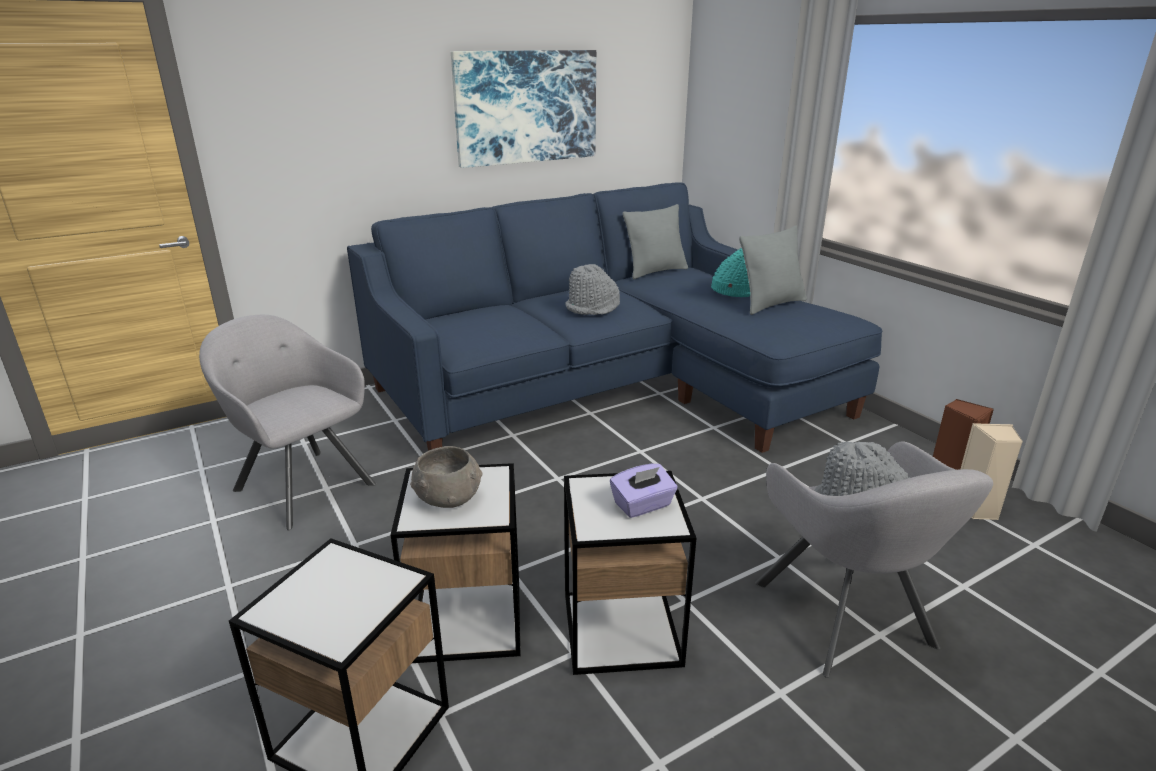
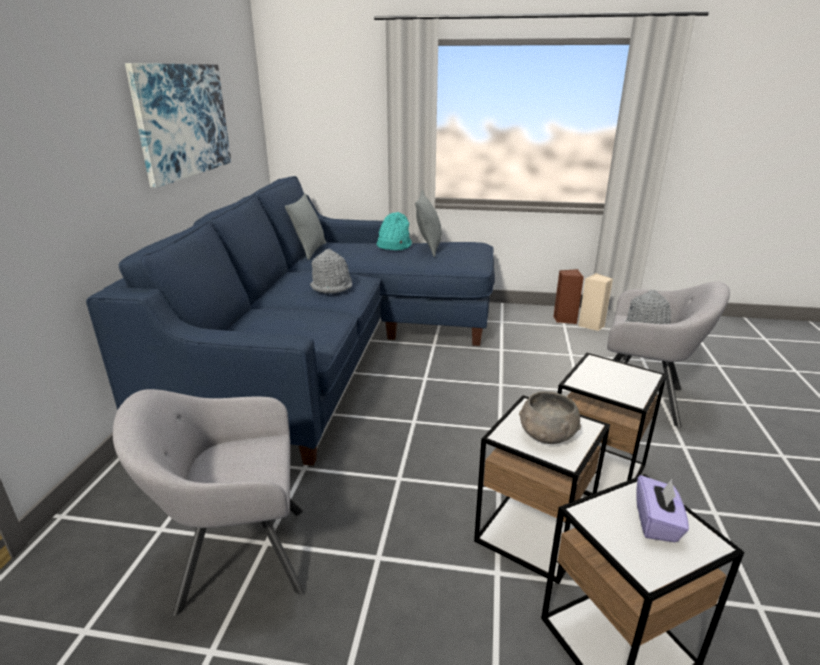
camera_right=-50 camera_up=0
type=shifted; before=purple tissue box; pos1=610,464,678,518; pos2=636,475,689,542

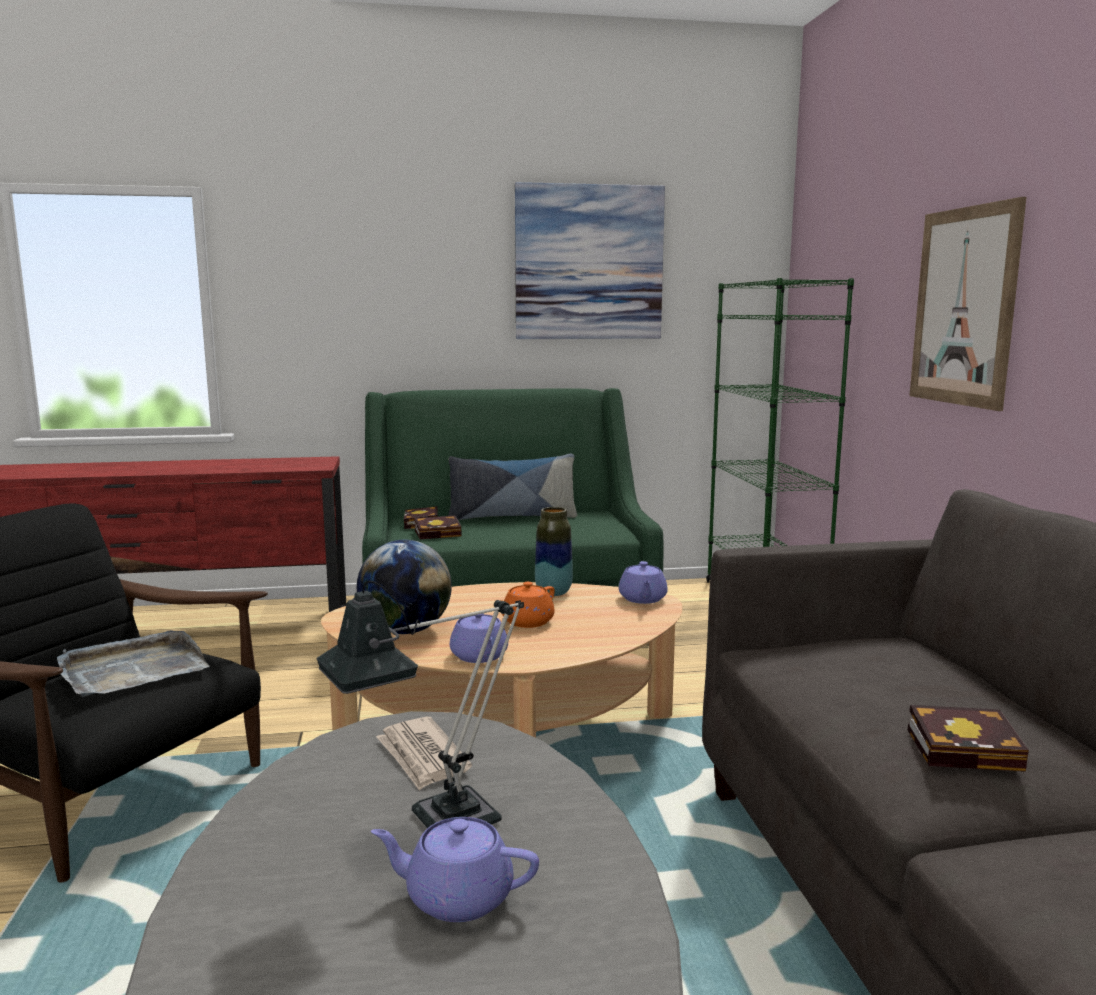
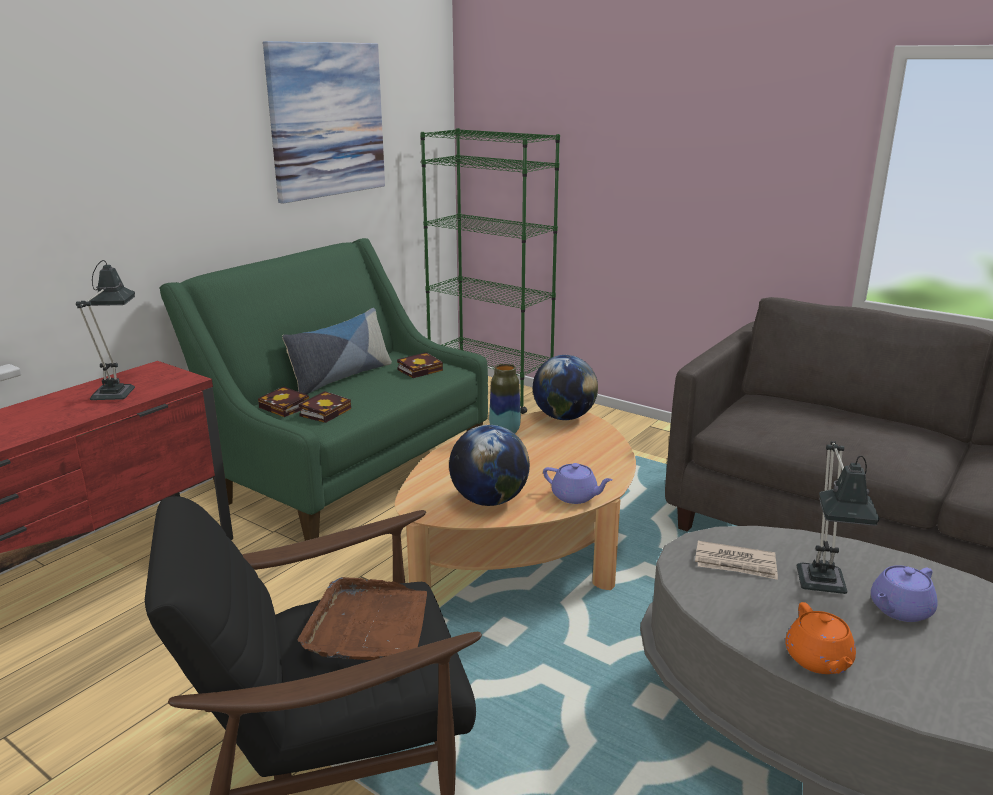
camera_right=-45 camera_up=10
type=new; after=table lamp; pos2=76,260,135,400
type=repainted; before=grey tray; after=brown tray; pos1=57,630,209,697; pos2=297,577,427,660
type=shifted; before=book; pos1=908,705,1029,772; pos2=397,352,443,378
type=swapped; before=purple teapot; after=globe; pos1=619,561,668,604; pos2=533,355,598,420
type=shifted; before=orange teapot; pos1=501,582,555,628; pos2=785,602,856,674
type=gone; before=picture; pos1=909,197,1027,411

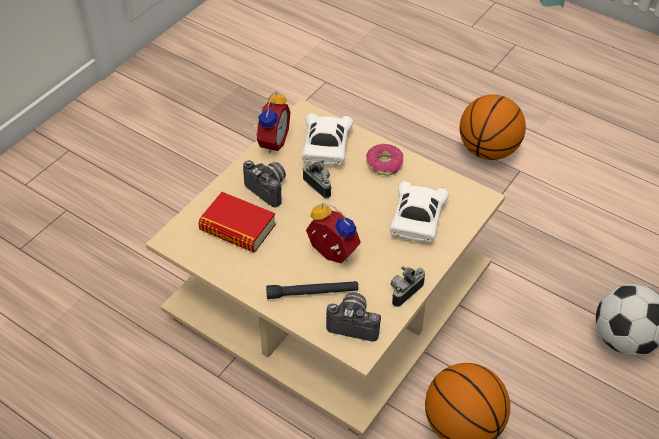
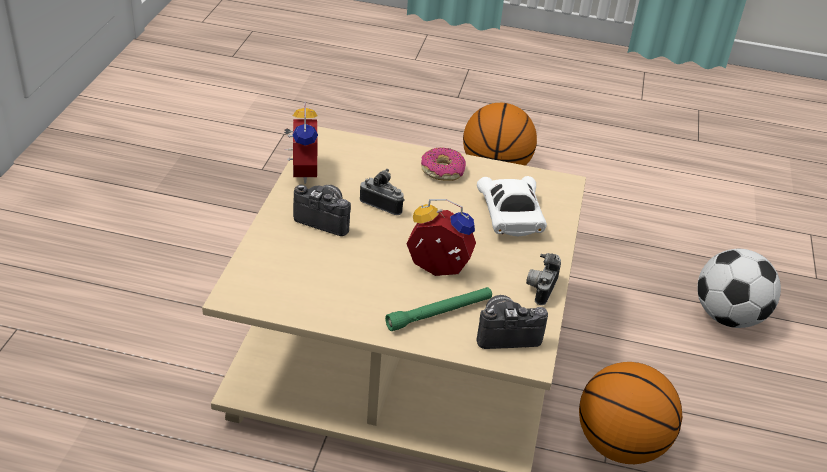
camera_right=-25 camera_up=-10
type=repainted; before=black flashlight; after=green flashlight; pos1=266,281,358,299; pos2=385,287,492,331
type=gone; before=book; pos1=198,192,276,252
type=gone; before=white toy car; pos1=302,113,353,165

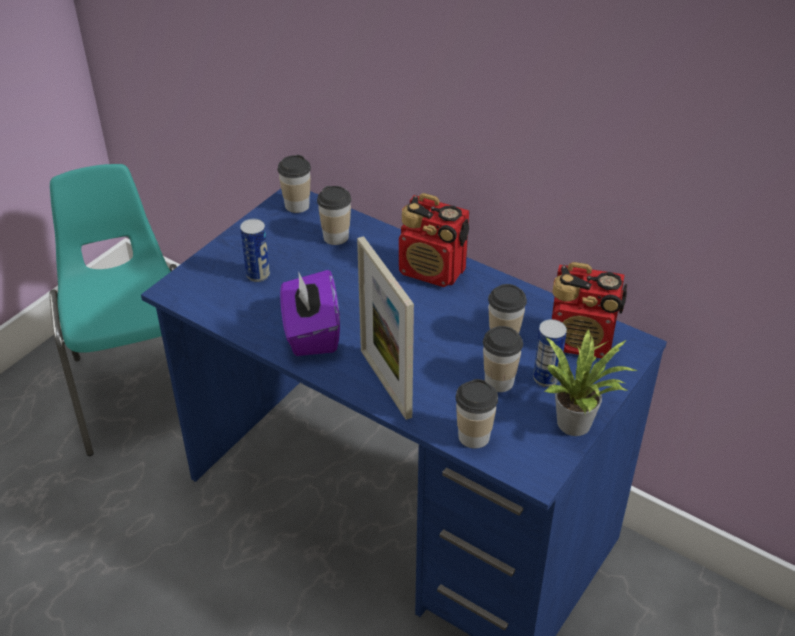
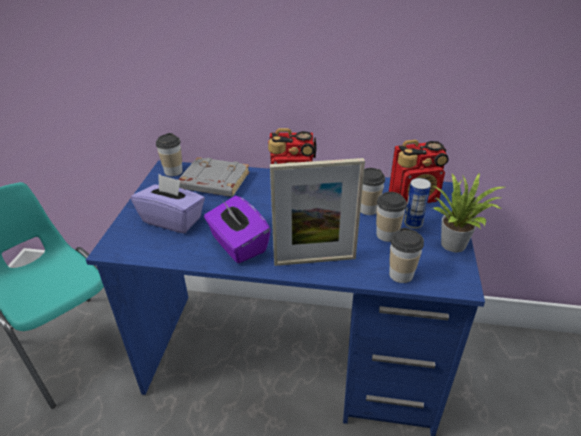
camera_right=-25 camera_up=-5
type=swapped; before=can; after=purple tissue box; pos1=240,219,270,282; pos2=131,174,205,233
type=swapped; before=cup; after=grey book; pos1=317,186,351,245; pos2=178,157,250,197
type=rotated; before=picture frame; pos1=357,236,414,420; pos2=270,158,365,266; turn=-45

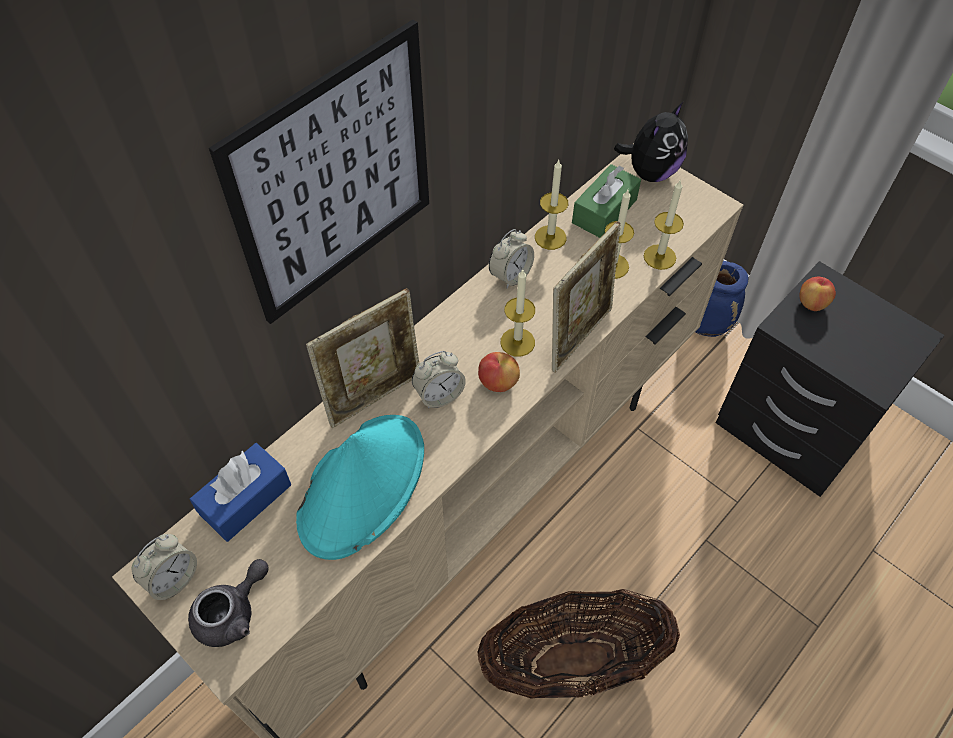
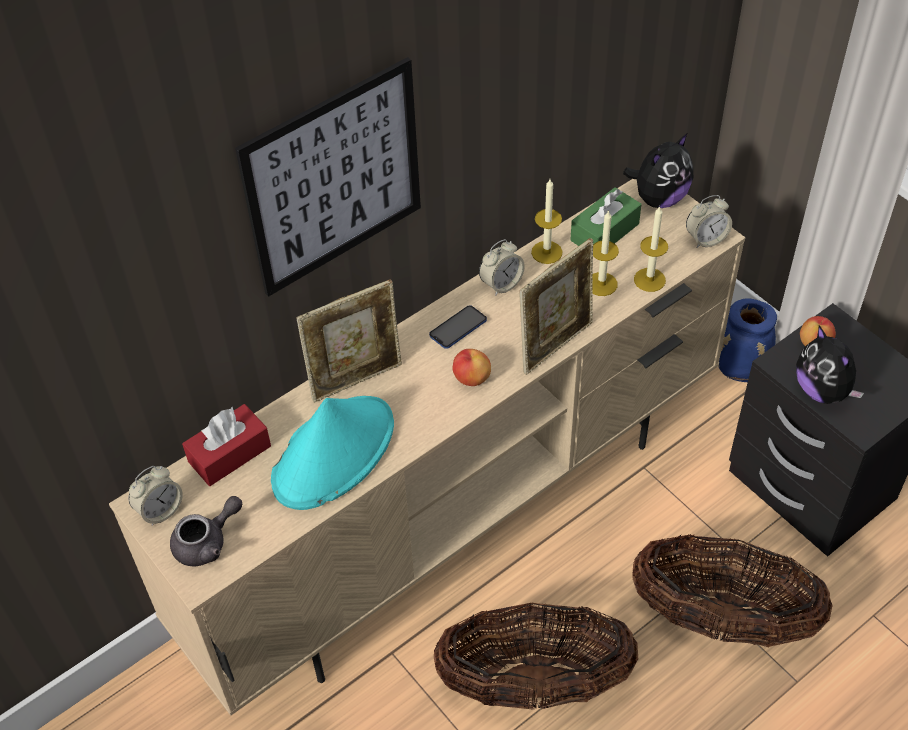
camera_right=10 camera_up=-5
type=repainted; before=blue tissue box; after=red tissue box; pos1=190,443,291,542; pos2=182,404,271,486
type=new; after=phone; pos2=429,305,487,349
type=new; after=basket; pos2=632,534,833,647
type=shifted; before=alarm clock; pos1=412,351,466,409; pos2=686,195,732,248
type=new; after=plush toy; pos2=796,326,864,404
type=gone; before=candle; pos1=501,269,535,357

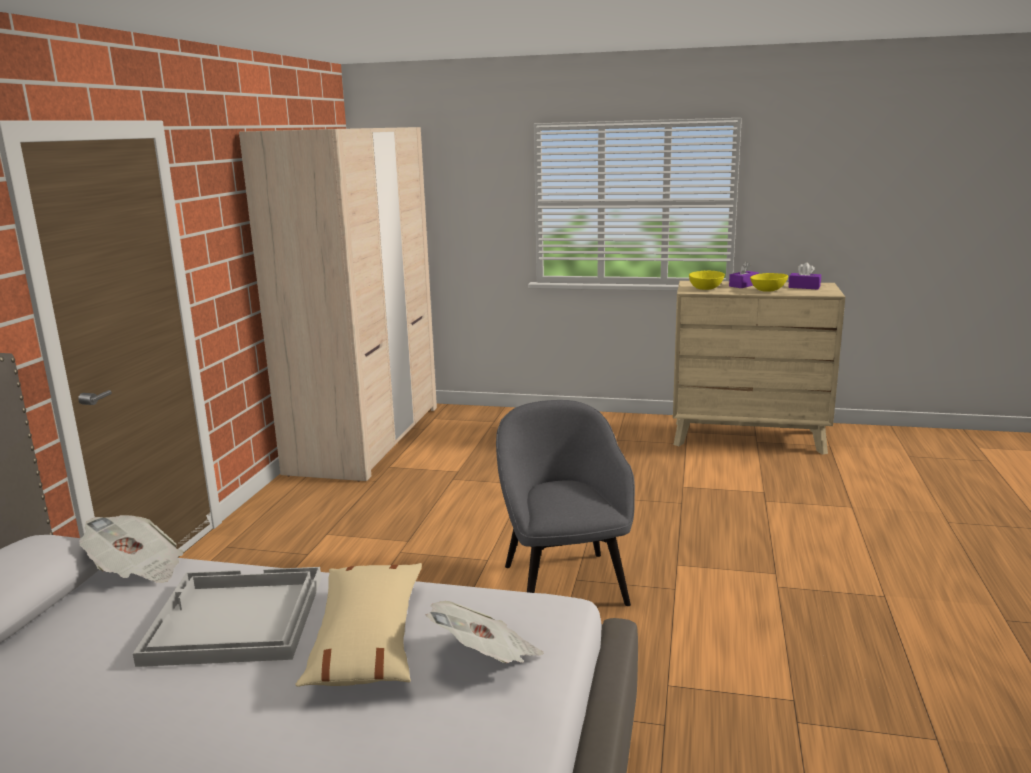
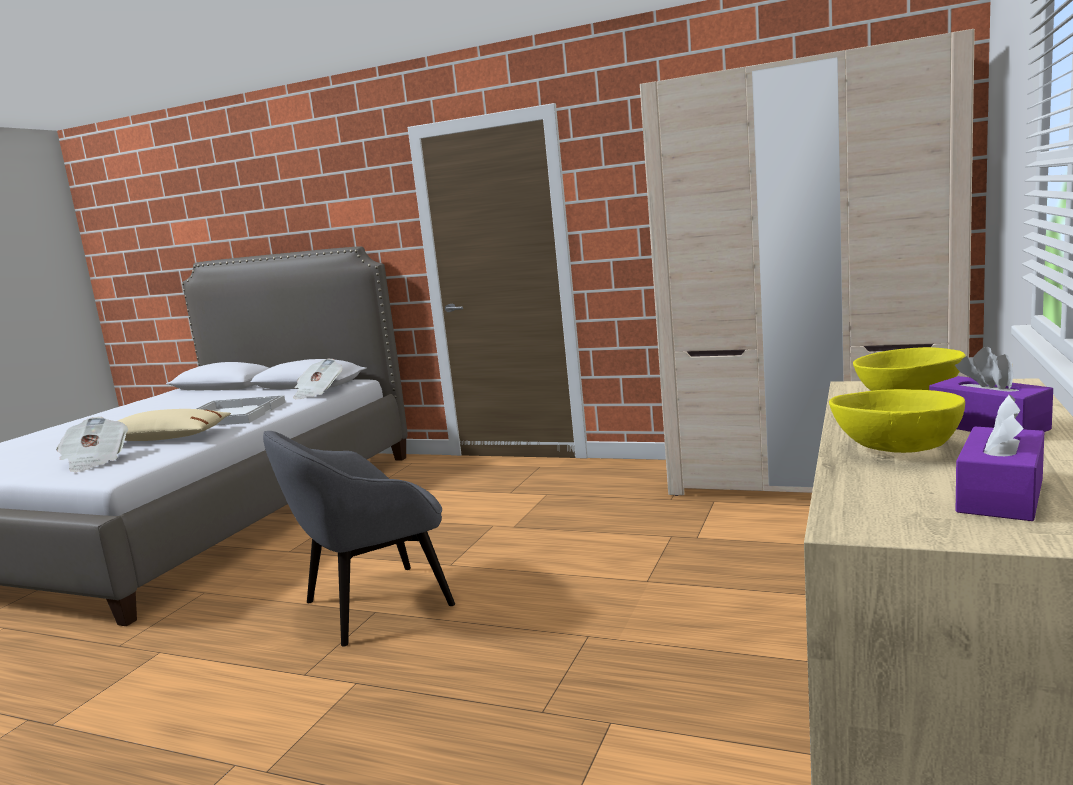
camera_right=100 camera_up=-5
type=rotated; before=grey armchair; pos1=496,400,635,606; pos2=263,431,455,647; turn=150

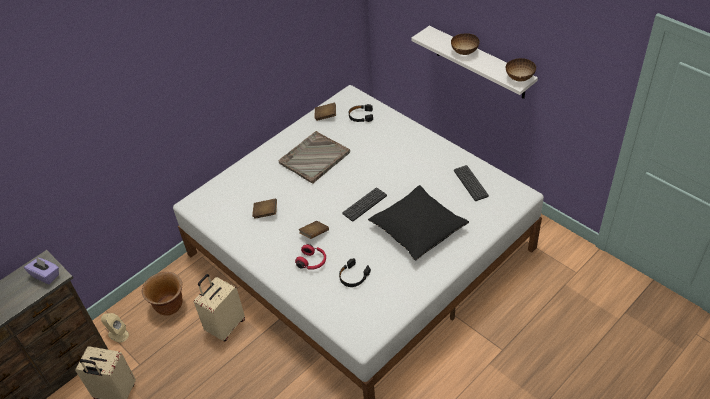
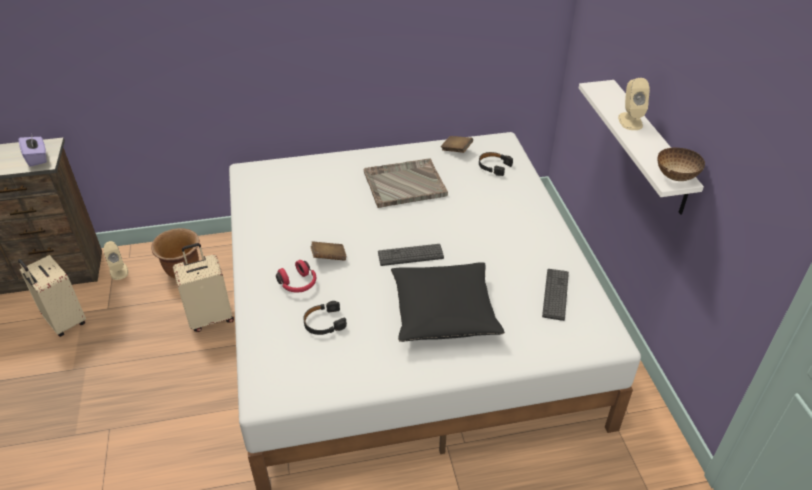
camera_right=30 camera_up=-5
type=swapped; before=bowl; after=beige speaker; pos1=451,33,479,55; pos2=618,78,650,130
type=gone; before=brown book; pos1=252,198,277,219

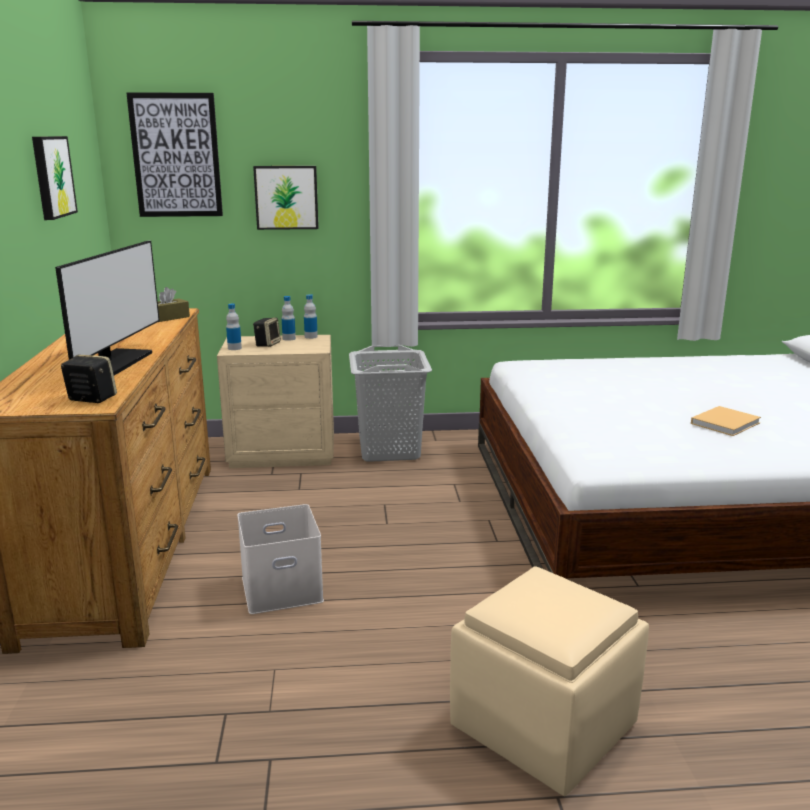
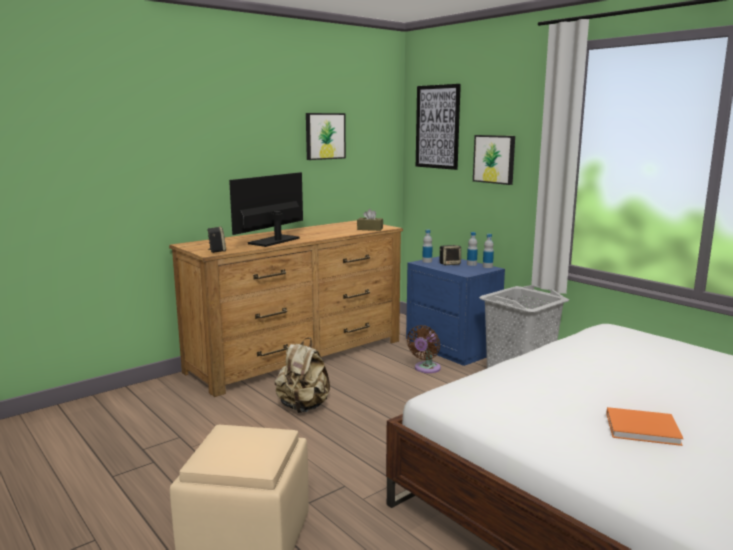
camera_right=55 camera_up=-5
type=rotated; before=monitor; pos1=55,241,160,376; pos2=229,172,303,247; turn=150
type=swapped; before=white storage box; after=beige backpack; pos1=237,504,324,614; pos2=275,337,330,413
type=repainted; before=beige nightstand; after=blue nightstand; pos1=217,335,334,468; pos2=406,256,505,366
type=new; after=brown fan; pos2=407,325,441,373
type=repainted; before=beige book; after=orange book; pos1=691,406,761,436; pos2=606,407,684,446

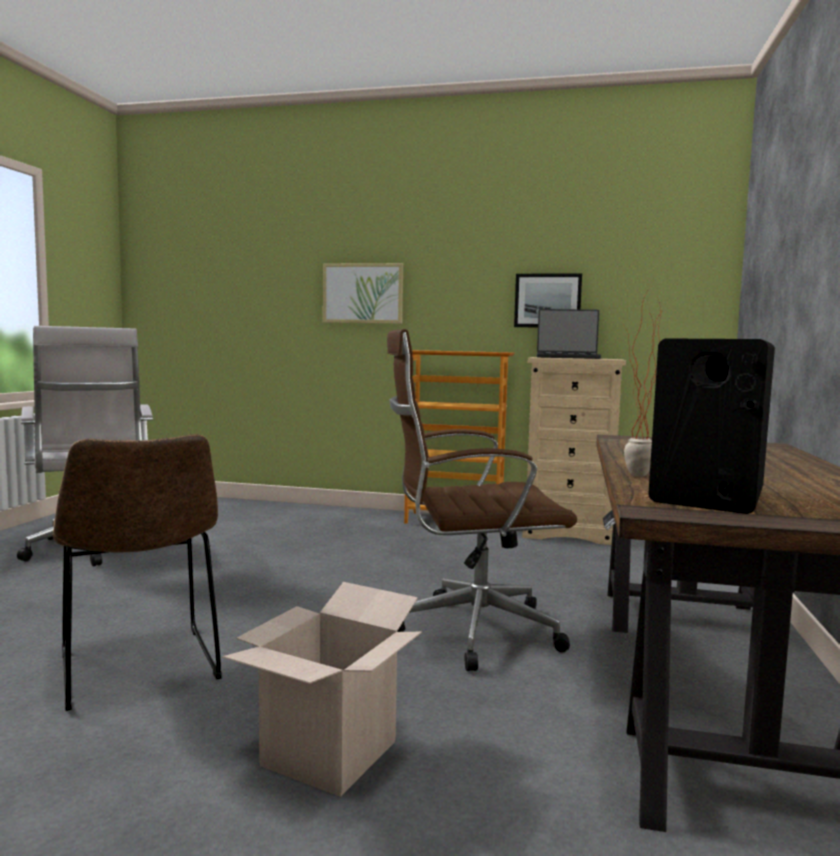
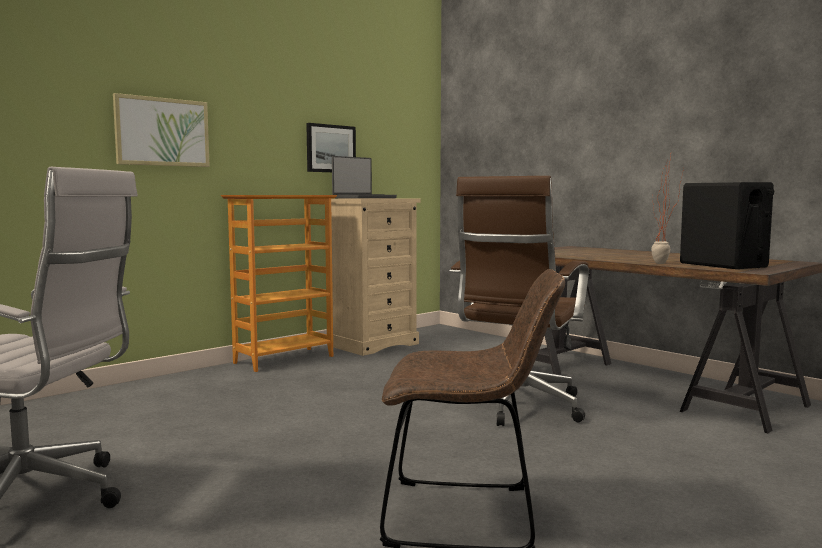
camera_right=-55 camera_up=0
type=gone; before=cardboard box; pos1=223,582,422,797

